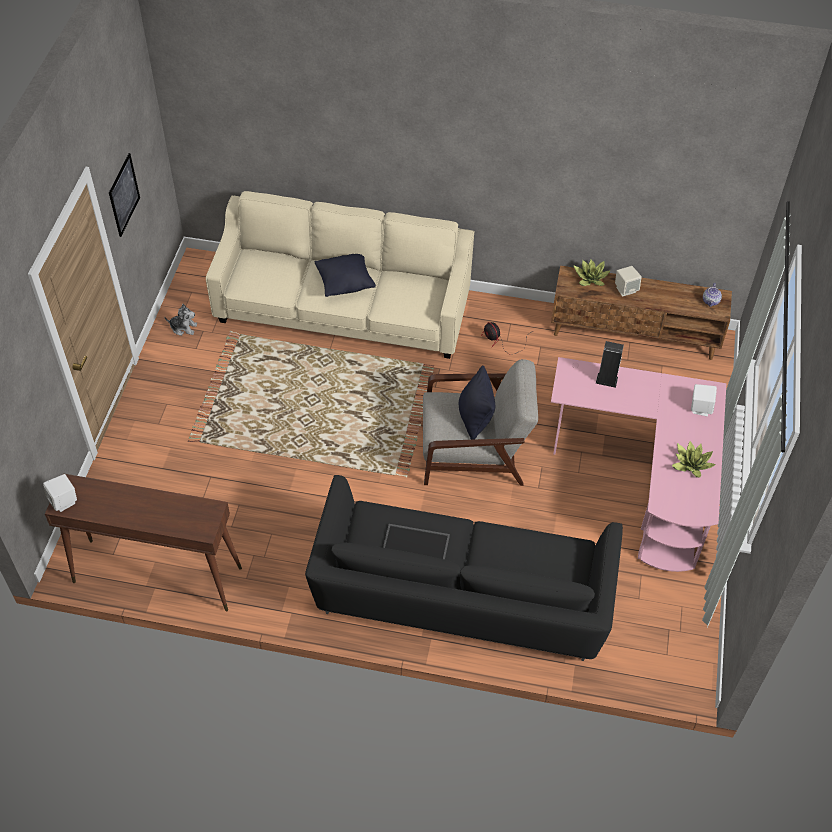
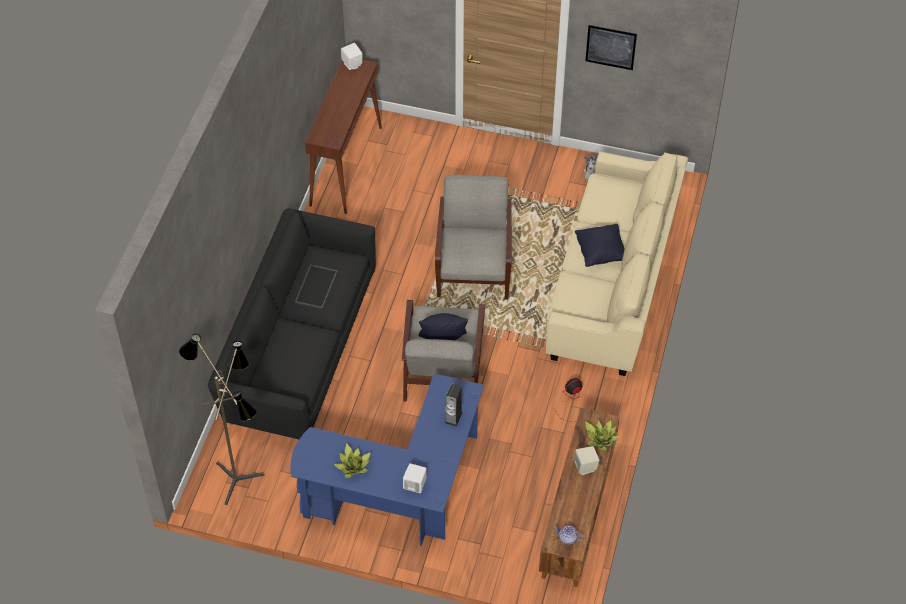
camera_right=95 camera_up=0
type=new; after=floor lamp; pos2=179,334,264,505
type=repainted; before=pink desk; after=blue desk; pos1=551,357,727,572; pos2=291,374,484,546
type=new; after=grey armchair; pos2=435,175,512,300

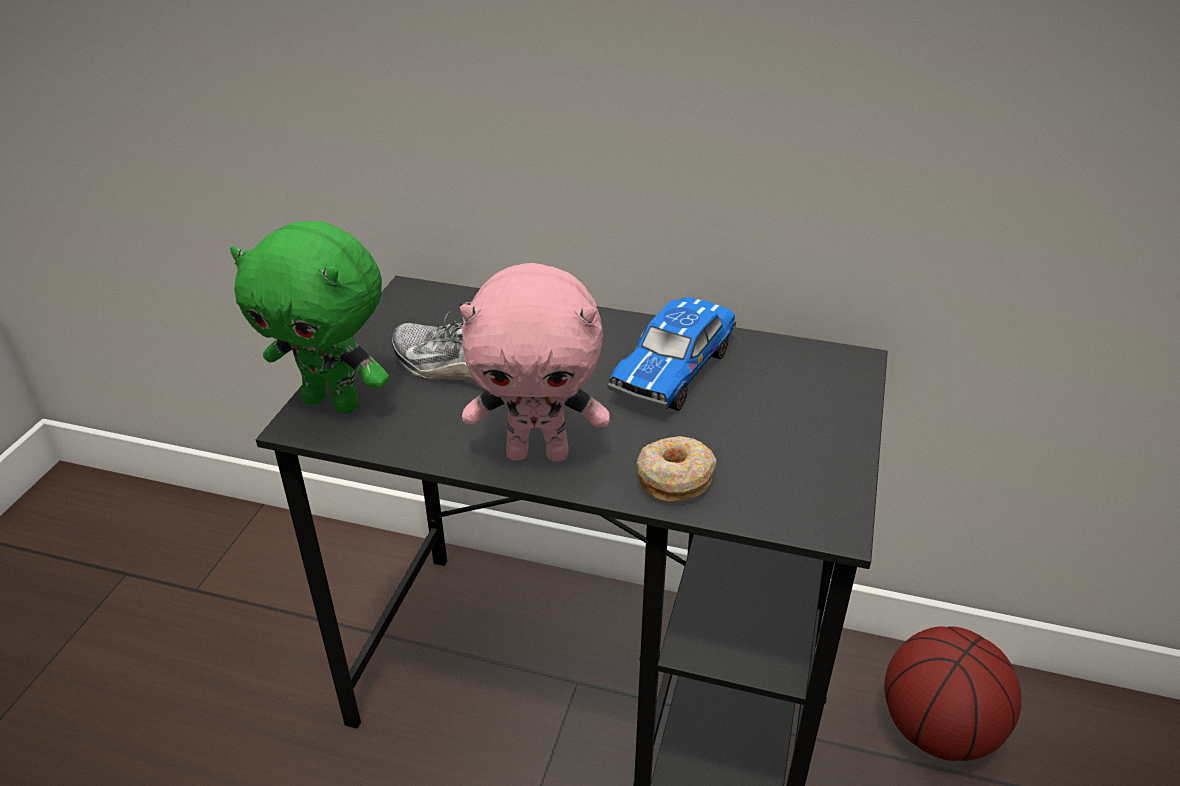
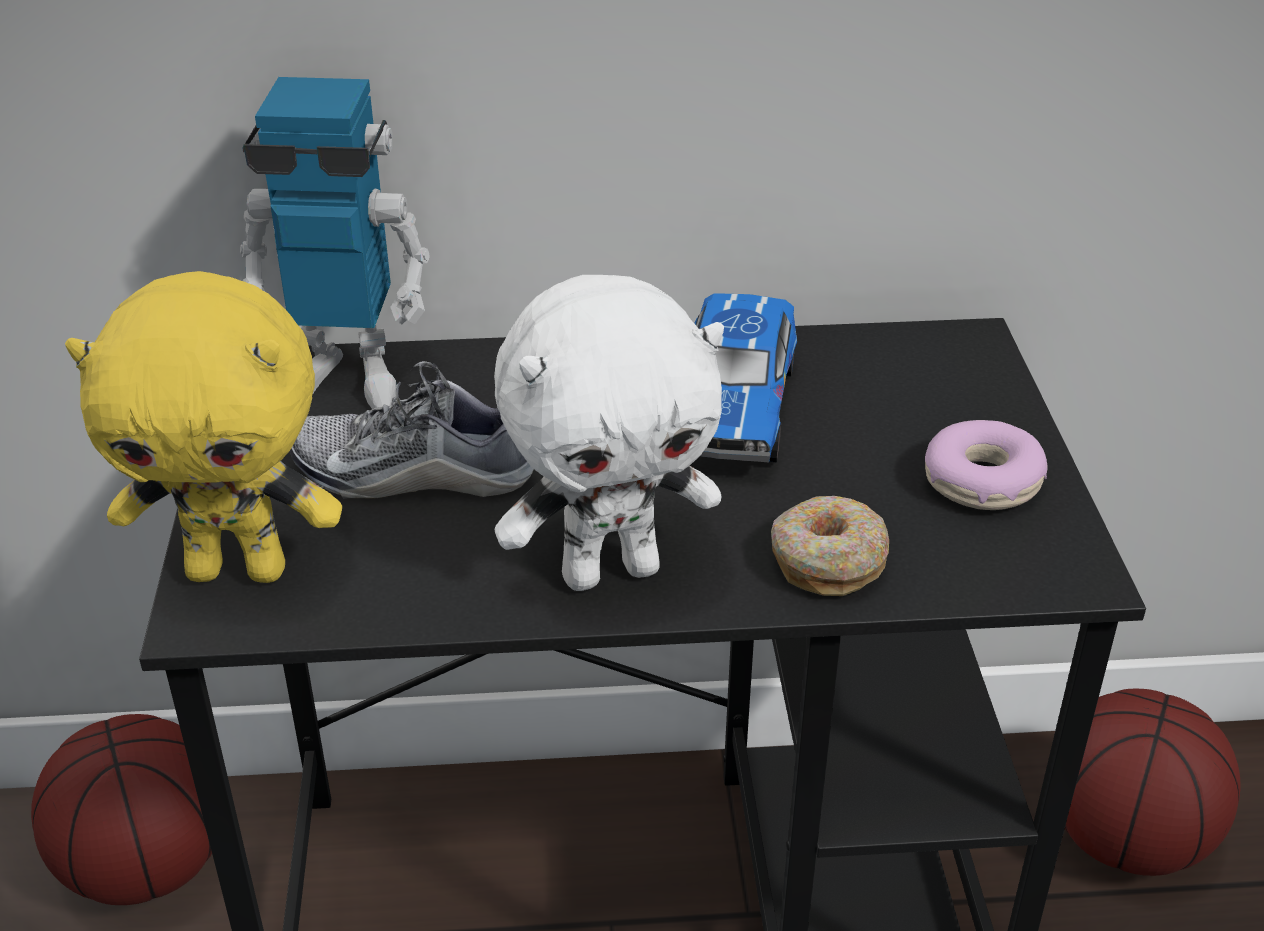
camera_right=-20 camera_up=0
type=new; after=basketball; pos2=31,714,212,905
type=repainted; before=green plush toy; after=yellow plush toy; pos1=230,221,389,414; pos2=65,271,342,583
type=new; after=toy robot; pos2=240,77,430,409
type=repainted; before=pink plush toy; after=white plush toy; pos1=460,263,610,462; pos2=494,275,724,591
type=new; after=donut; pos2=925,420,1047,510

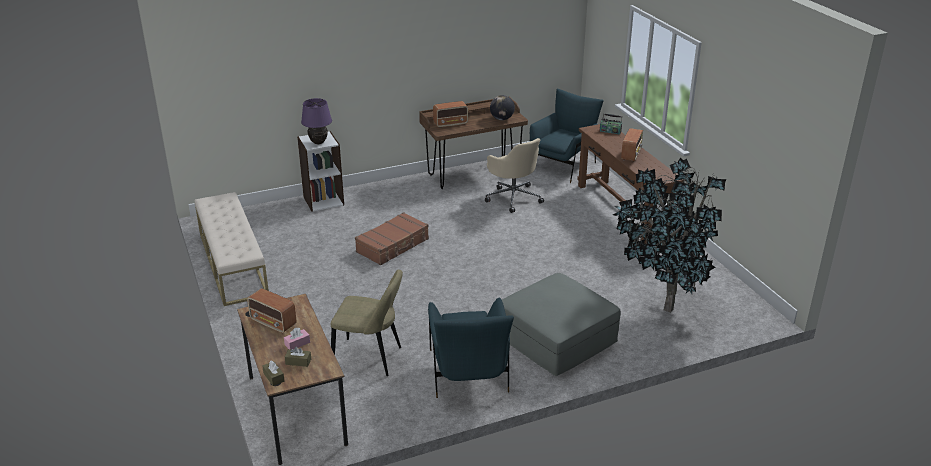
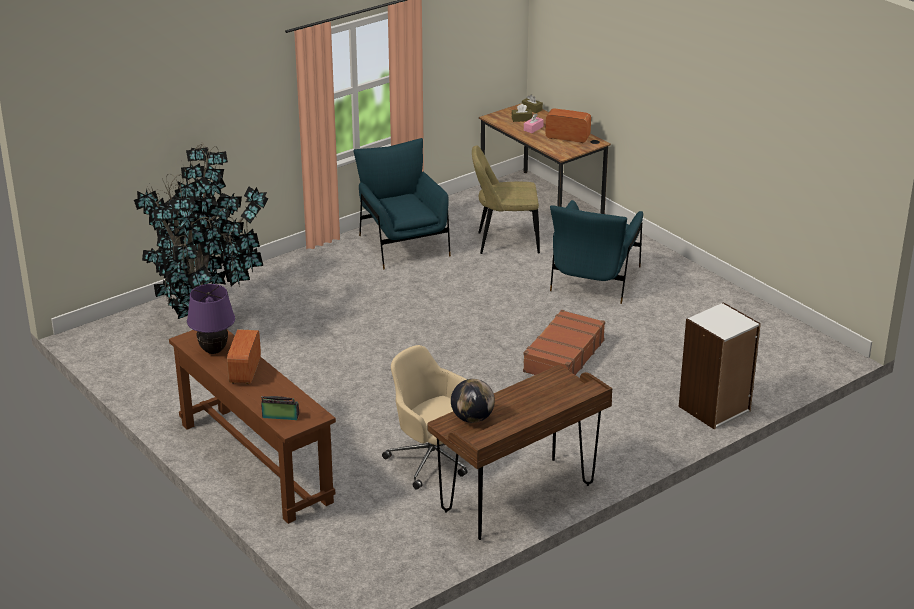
camera_right=165 camera_up=0
type=shifted; before=purple table lamp; pos1=301,98,332,144; pos2=187,284,235,354
type=shifted; before=blue armchair; pos1=530,89,604,183; pos2=550,200,643,304
type=gone; before=beige bench; pos1=195,192,269,306
type=gone; before=radio; pos1=433,101,468,128
type=gone; before=grey ottoman; pos1=502,273,621,376

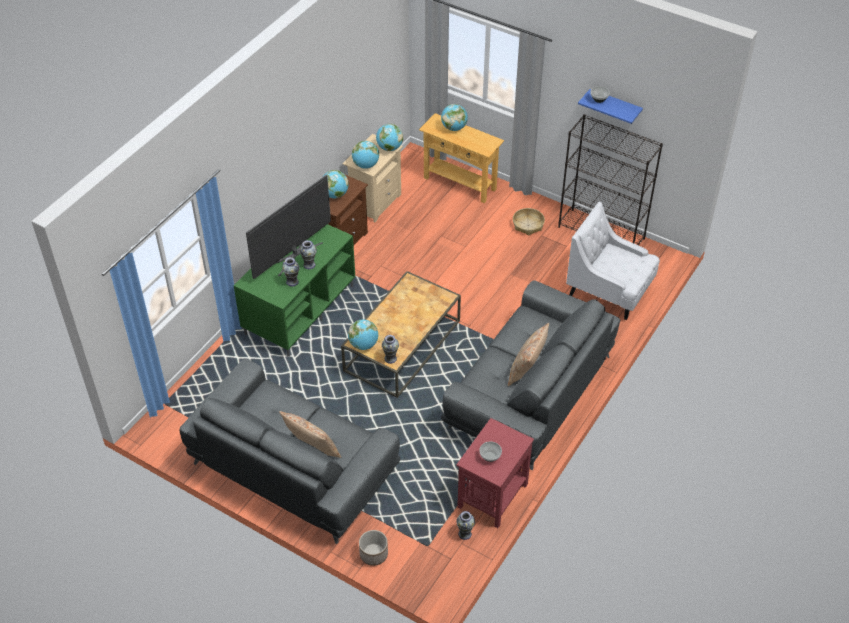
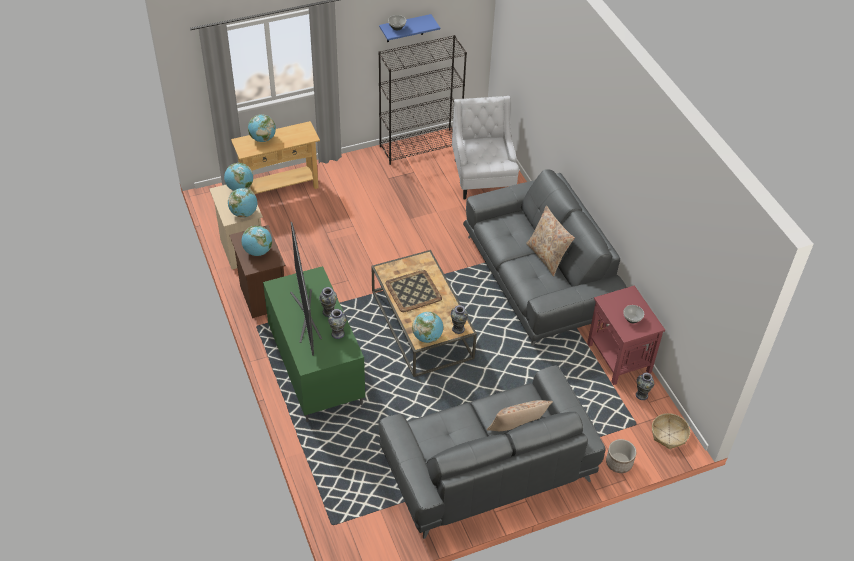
camera_right=-55 camera_up=0
type=new; after=tray; pos2=385,270,442,312
type=rotated; before=white armchair; pos1=566,202,660,320; pos2=452,96,519,199; turn=105
type=shifted; before=basket; pos1=513,208,545,235; pos2=652,413,690,449

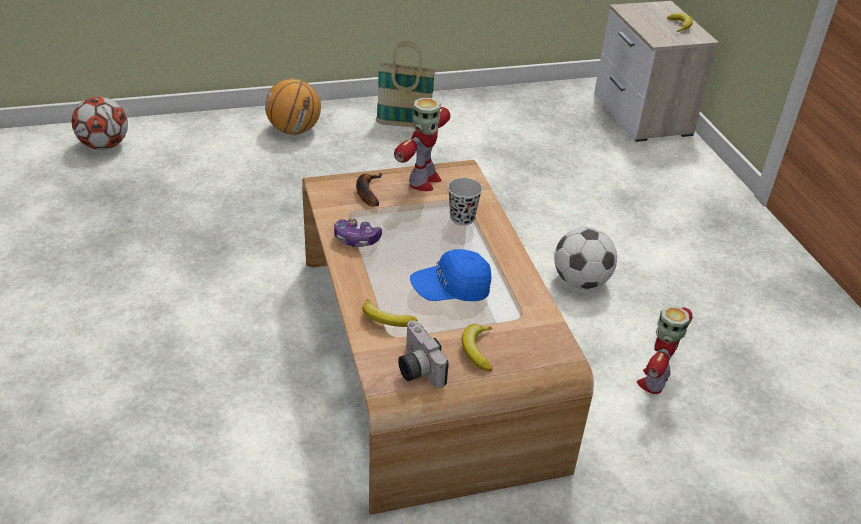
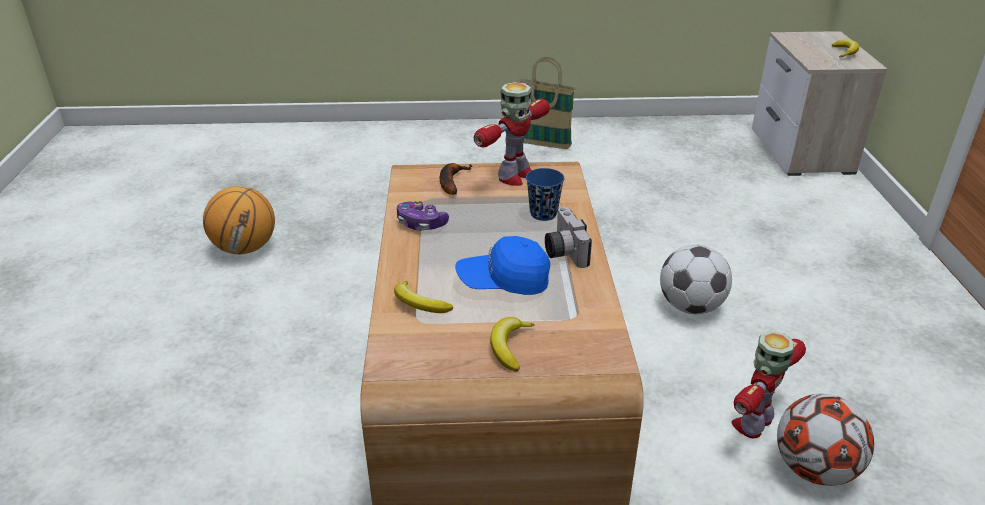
camera_right=15 camera_up=-5
type=shifted; before=basketball; pos1=265,79,321,135; pos2=203,186,275,254
type=repainted; before=black cup; after=blue cup; pos1=448,178,482,226; pos2=526,168,564,221
type=shifted; before=photo camera; pos1=398,320,449,388; pos2=545,206,592,268
type=shifted; before=football; pos1=72,96,128,150; pos2=777,394,874,486

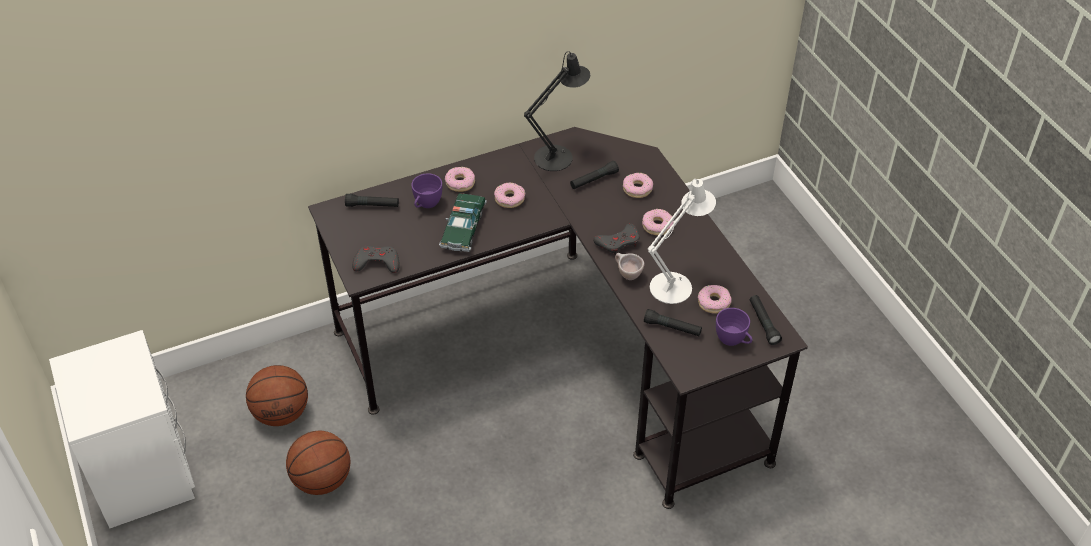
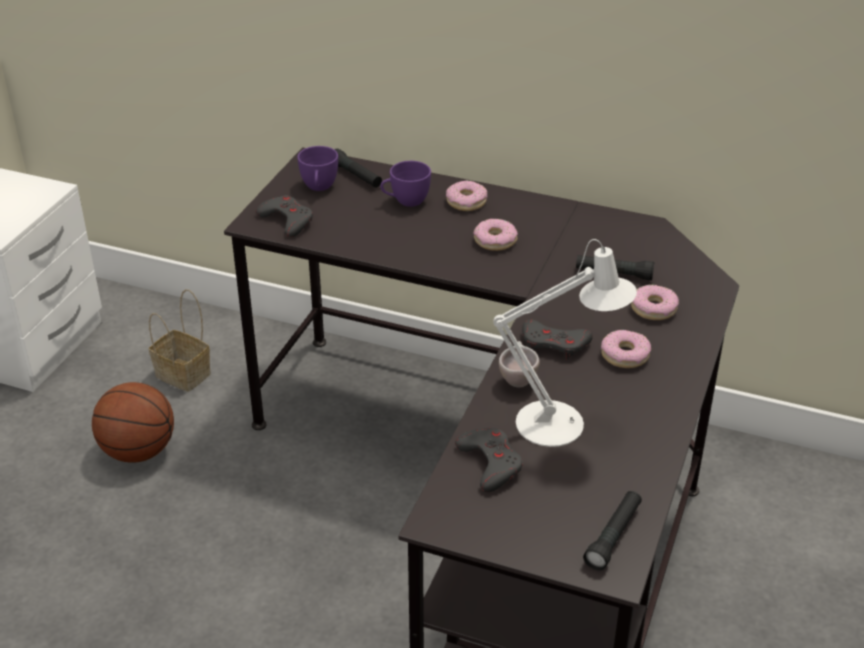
camera_right=45 camera_up=-10
type=swapped; before=basketball; after=basket; pos1=246,365,308,426; pos2=149,289,211,392
type=shifted; before=purple cup; pos1=716,308,753,346; pos2=297,146,338,191
type=swapped; before=black flashlight; after=grey game controller; pos1=644,309,702,336; pos2=455,428,523,492
type=gone; before=toy car; pos1=439,193,487,252
type=gone; before=black table lamp; pos1=524,51,590,171
type=gone; before=donut; pos1=698,285,731,314

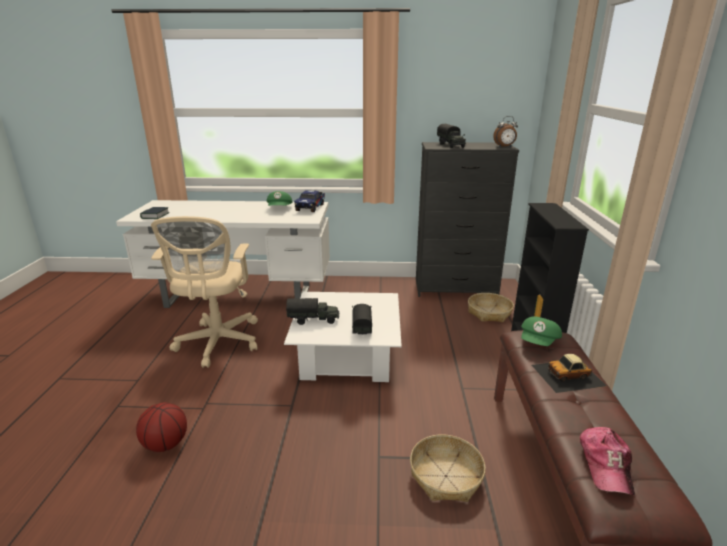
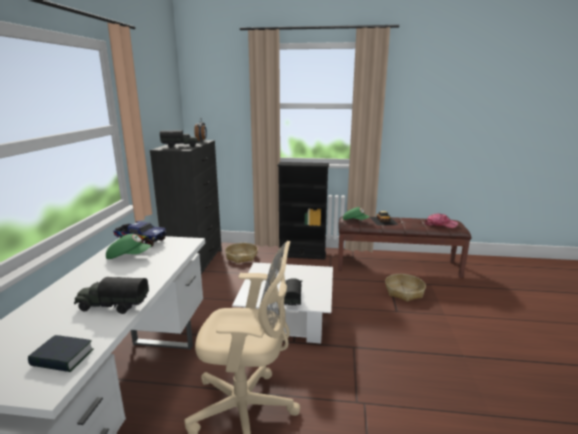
camera_right=-85 camera_up=-5
type=shifted; before=toy truck; pos1=352,304,372,334; pos2=74,277,149,314
type=gone; before=basketball; pos1=136,403,187,452

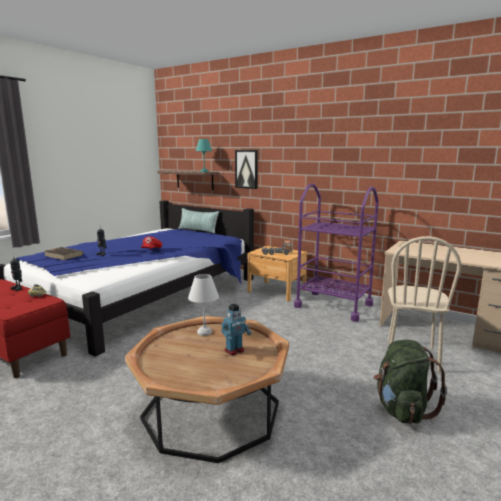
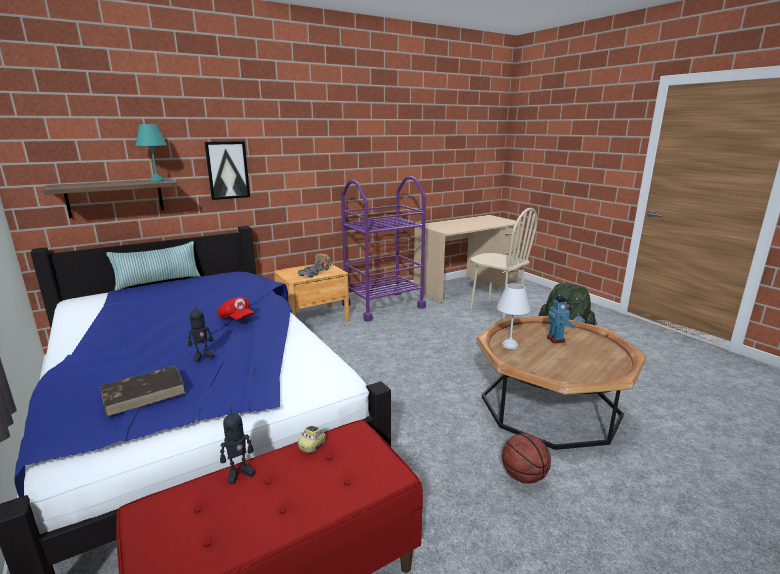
camera_right=-65 camera_up=5
type=new; after=basketball; pos2=502,433,551,484

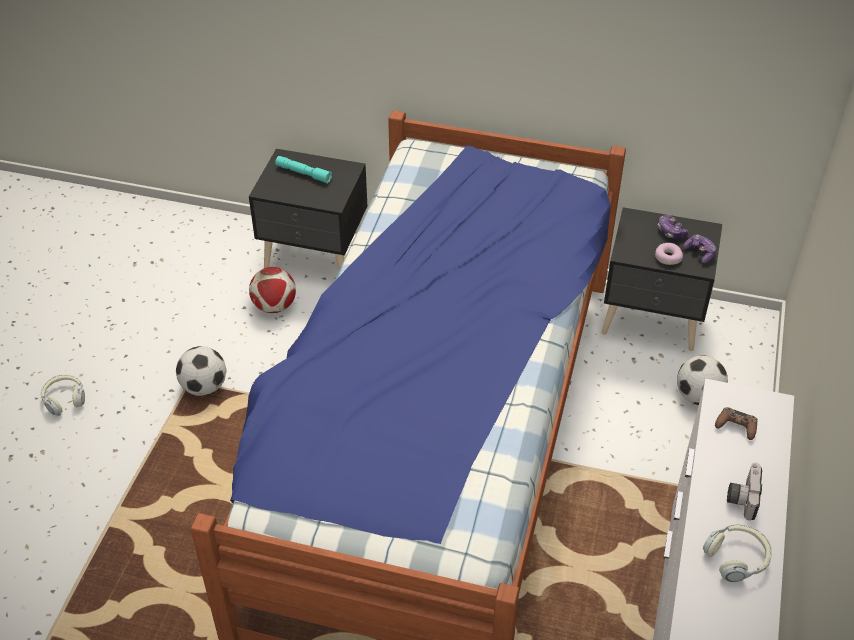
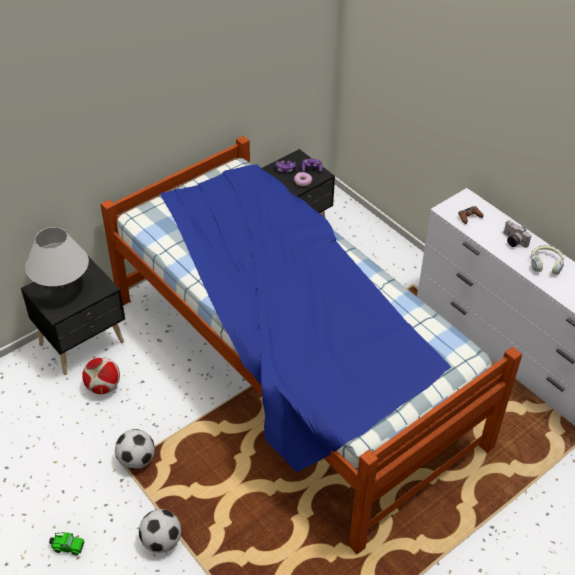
camera_right=-55 camera_up=0
type=swapped; before=turquoise flashlight; after=white table lamp; pos1=275,156,332,184; pos2=25,227,89,288
type=swapped; before=headphones; after=toy car; pos1=41,375,85,415; pos2=49,532,85,555
type=shifted; before=football; pos1=677,355,728,405; pos2=139,509,181,553

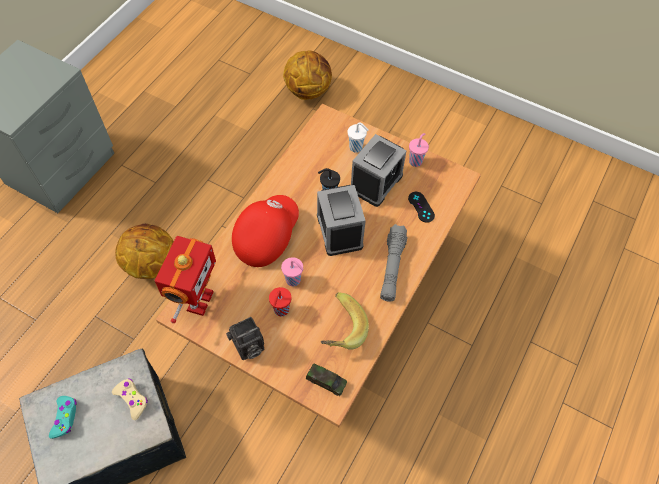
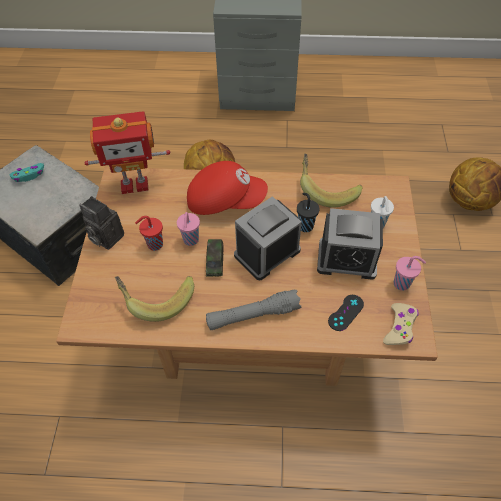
camera_right=65 camera_up=-5
type=shifted; before=toy car; pos1=306,364,347,396; pos2=206,239,224,277
type=new; after=banana; pos2=300,153,363,208
type=shifted; before=beige game controller; pos1=112,379,148,420; pos2=383,303,418,345

